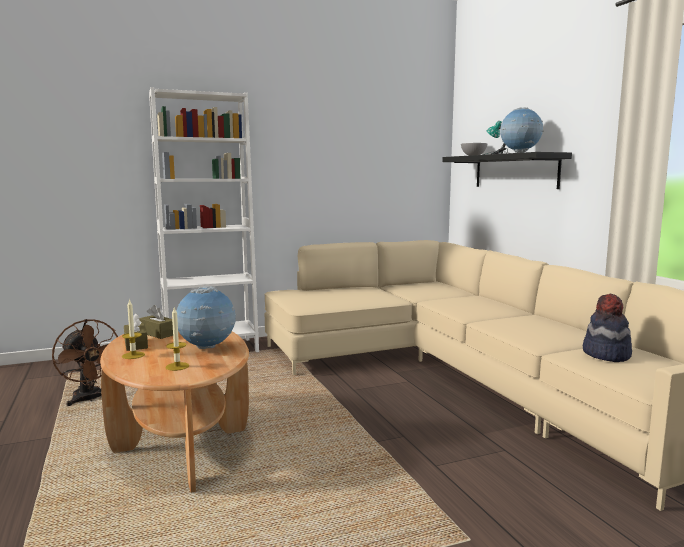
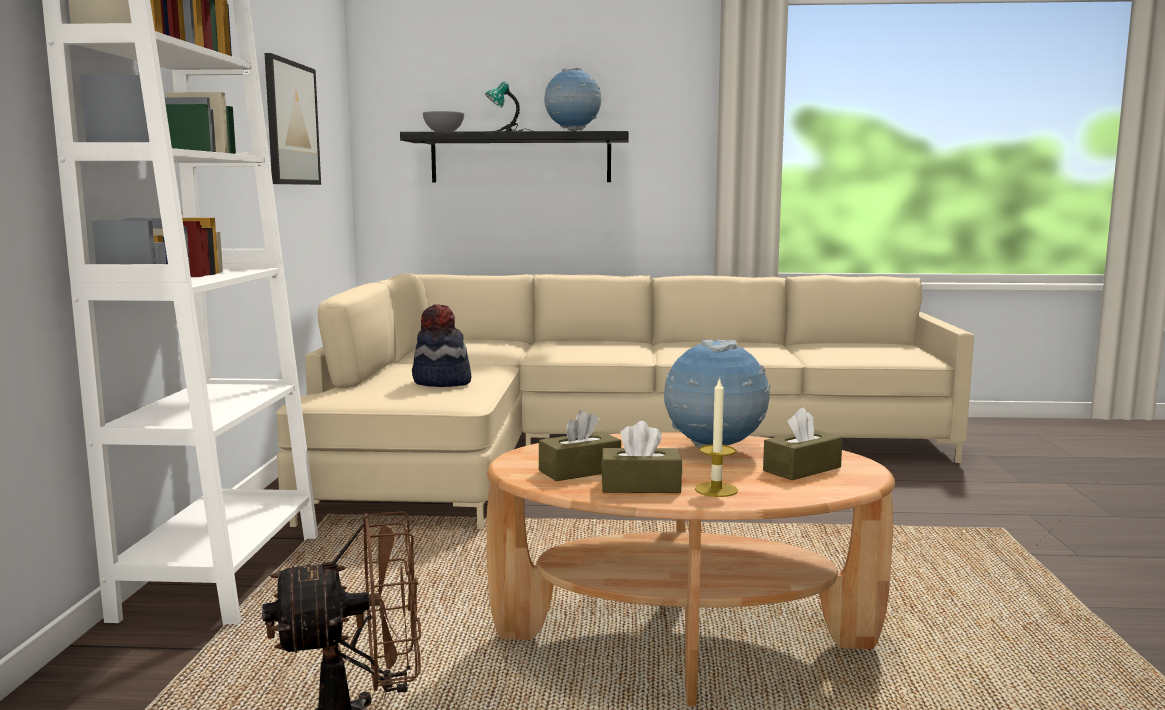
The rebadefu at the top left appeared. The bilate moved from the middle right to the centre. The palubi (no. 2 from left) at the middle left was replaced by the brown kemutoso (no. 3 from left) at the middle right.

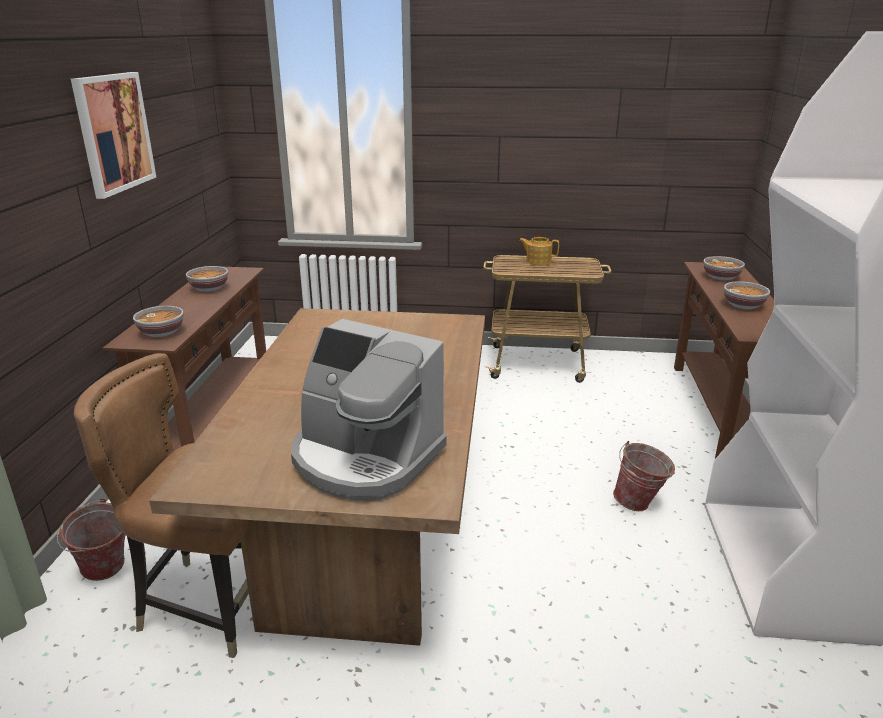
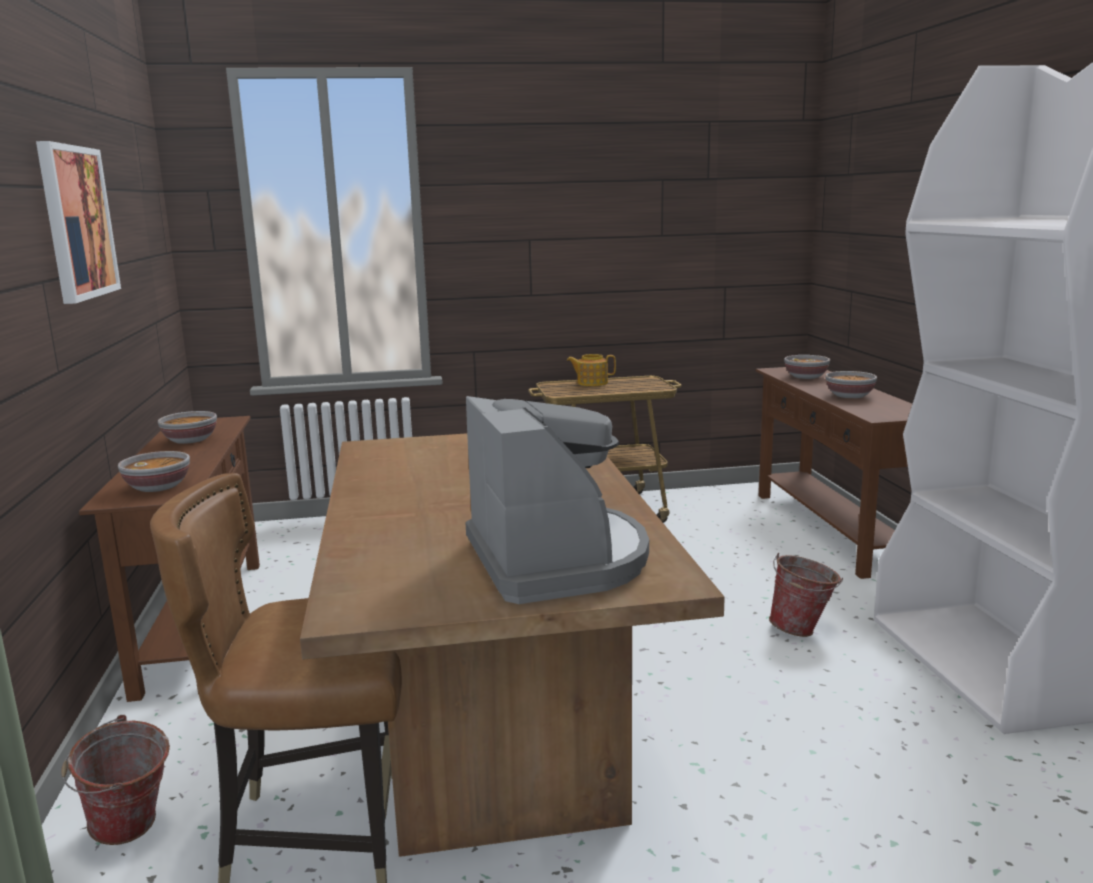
The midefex at the centre turned 120 degrees counterclockwise.

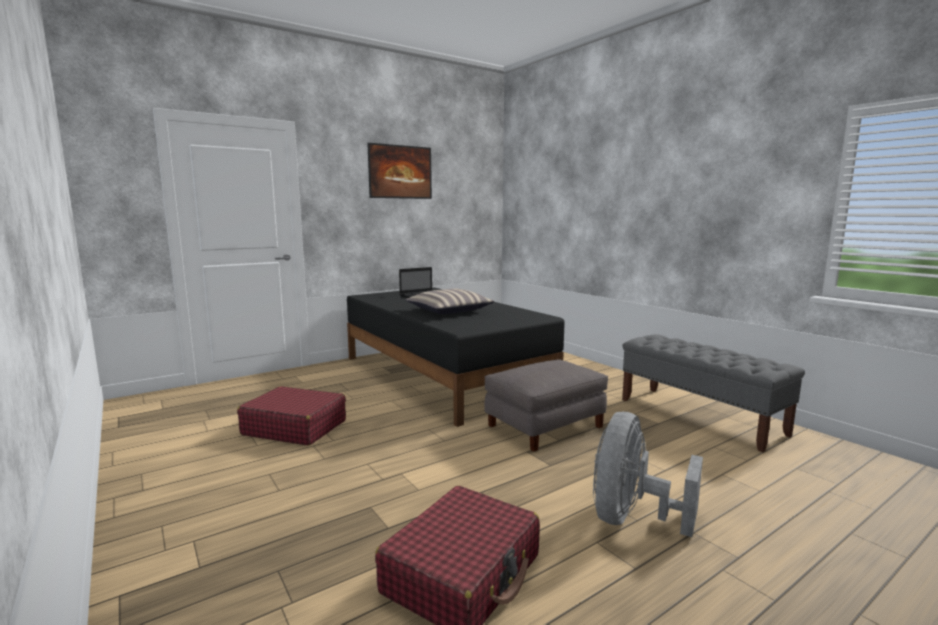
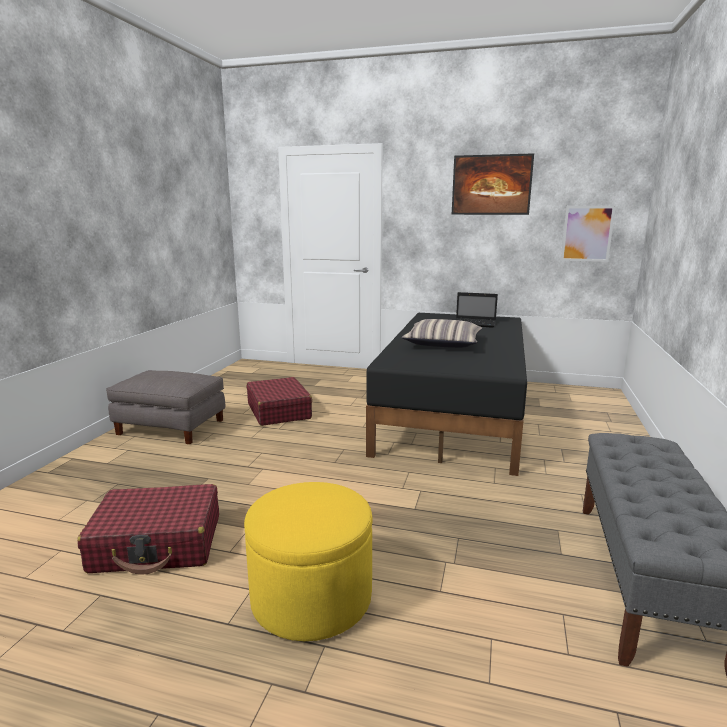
The rebadefu (no. 2 from left) at the top right appeared. The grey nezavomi moved from the centre to the middle left. The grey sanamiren at the bottom right was replaced by the yellow nezavomi at the bottom centre.

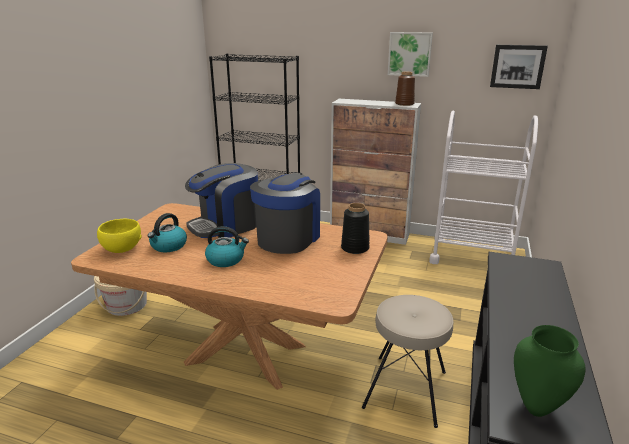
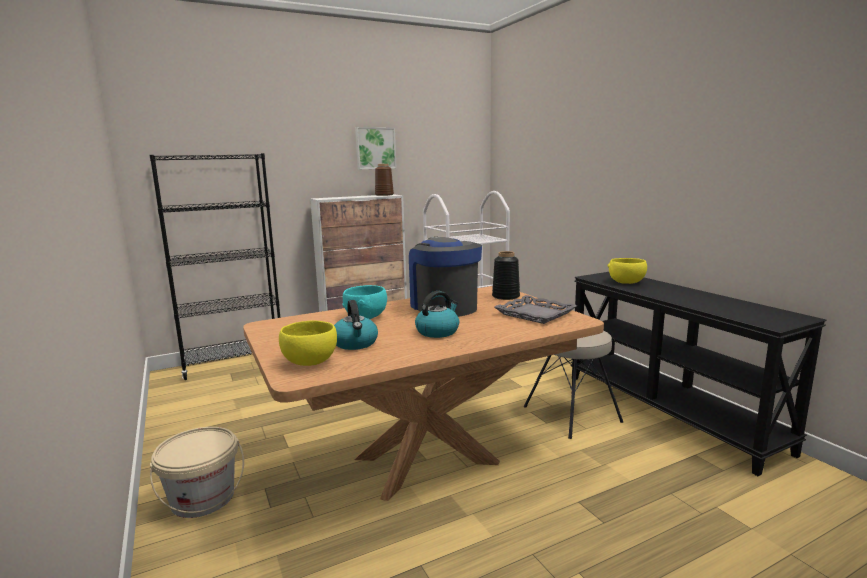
The rebadefu (no. 2 from left) at the top right disappeared. The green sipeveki at the bottom right disappeared. The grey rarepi at the centre appeared. The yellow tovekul (no. 2 from left) at the middle right appeared. The midefex (no. 1 from left) at the centre was replaced by the turquoise tovekul at the centre.

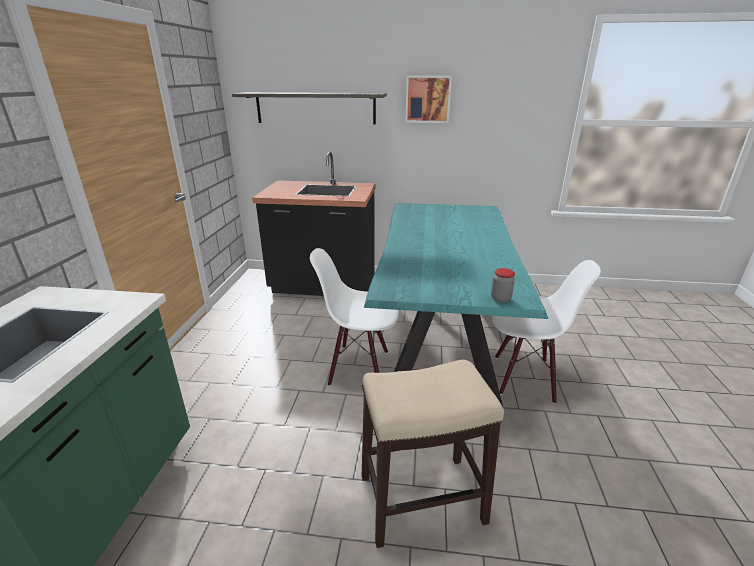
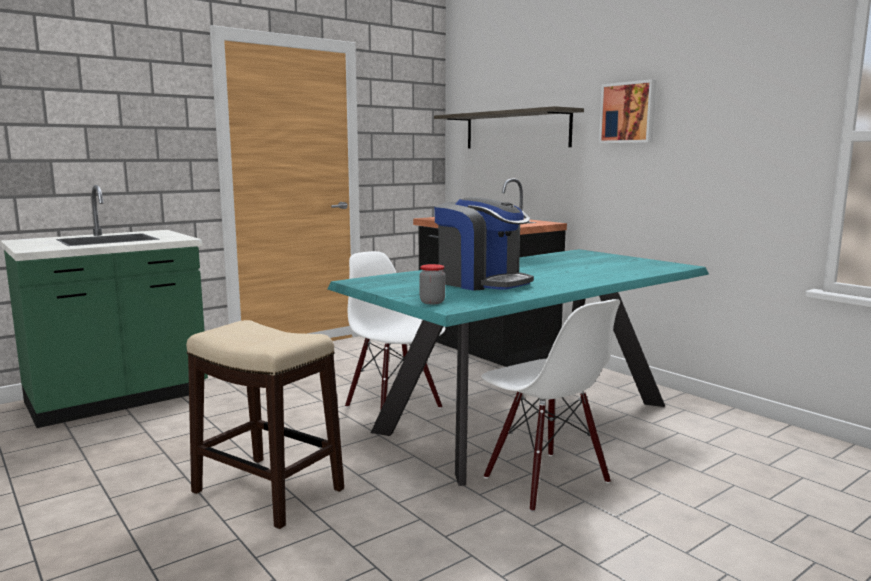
The midefex at the centre appeared.

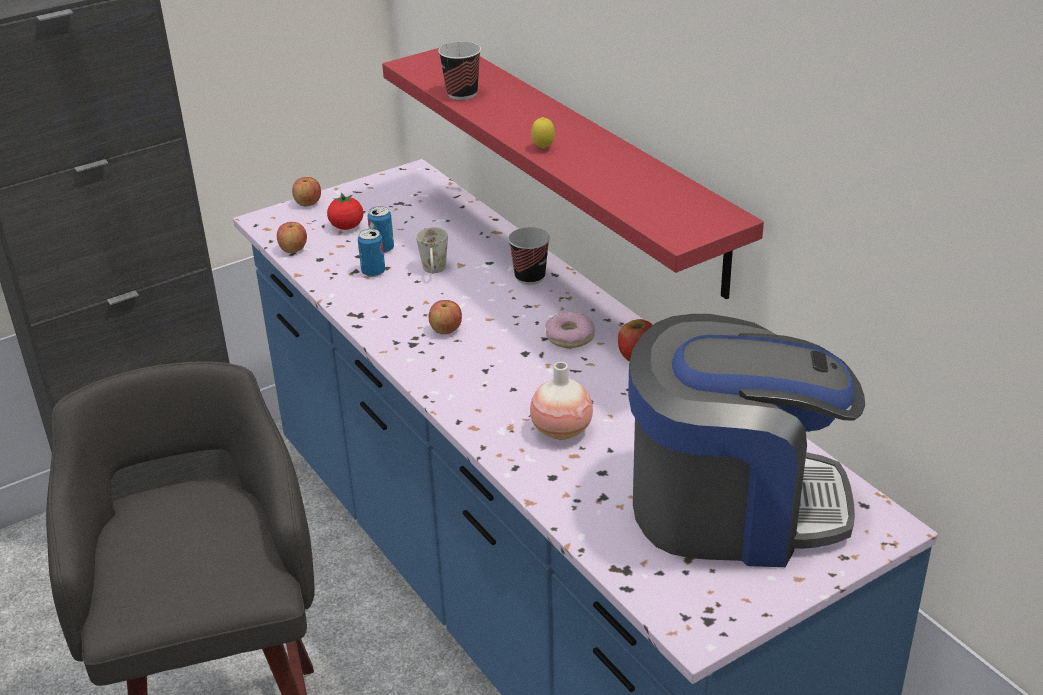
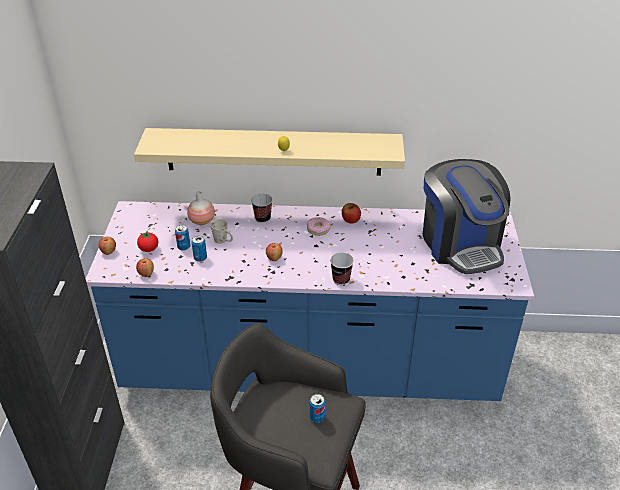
The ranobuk (no. 3 from left) at the bottom centre appeared. The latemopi (no. 1 from left in the first image) moved from the top centre to the centre. The sipeveki moved from the centre to the middle left. The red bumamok at the top centre became the beige bumamok at the top centre. The midefex at the middle right turned 120 degrees clockwise.

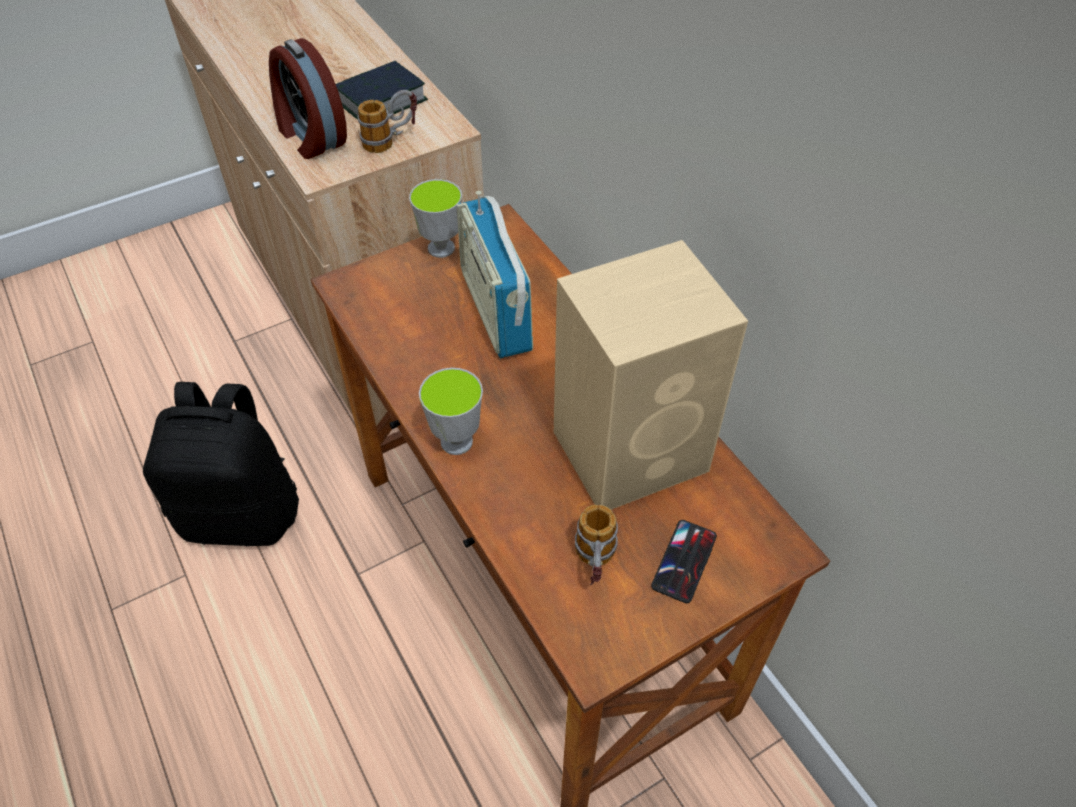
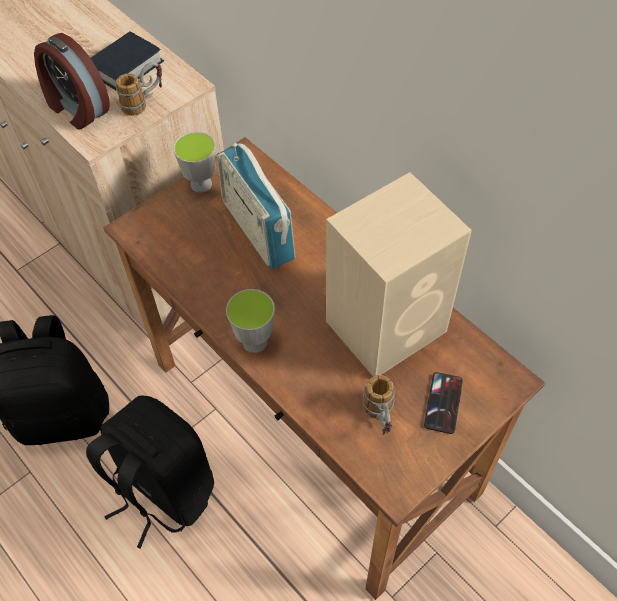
The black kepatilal (no. 2 from left) at the bottom left appeared.

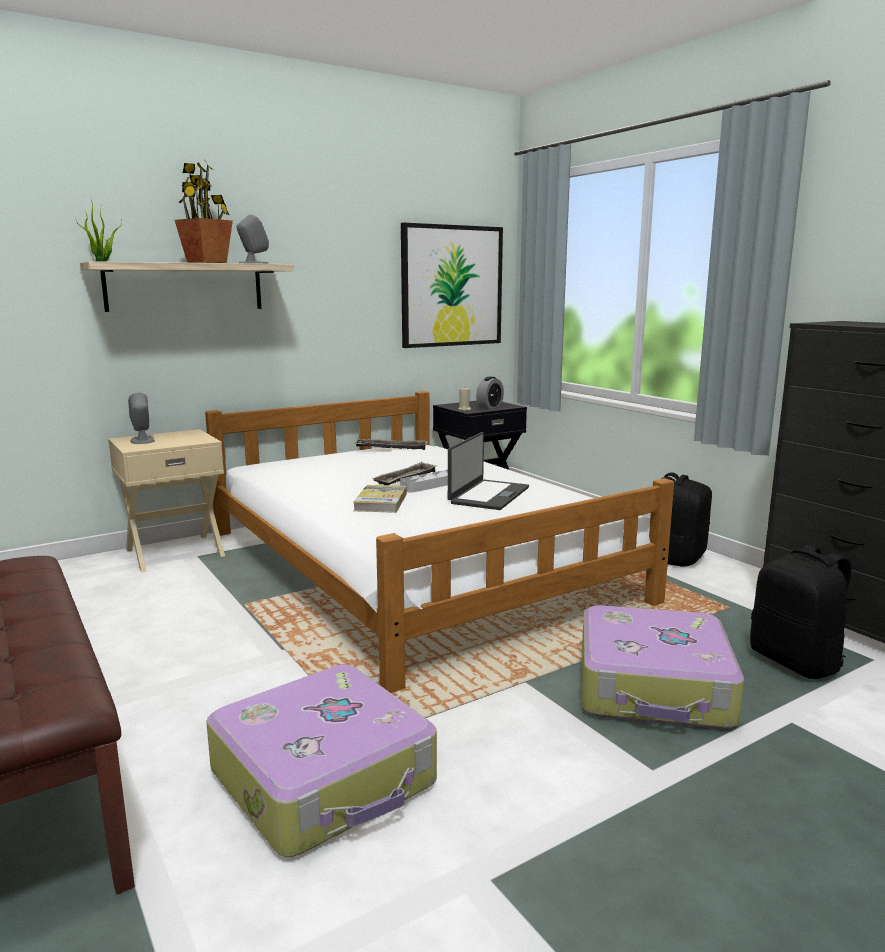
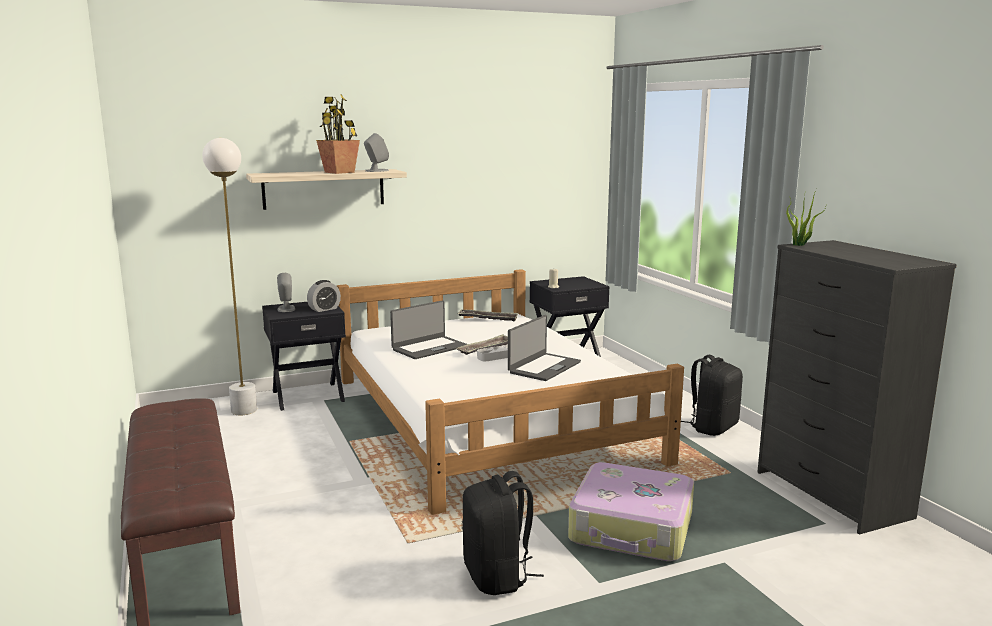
The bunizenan (no. 1 from left) at the bottom centre disappeared. The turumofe at the centre disappeared. The rebadefu at the top centre disappeared. The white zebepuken at the middle left appeared. The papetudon (no. 1 from left) at the centre appeared. The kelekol (no. 1 from left in the first image) moved from the top left to the middle right. The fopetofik moved from the centre to the middle left. The black kepatilal (no. 2 from left in the first image) moved from the middle right to the bottom centre. The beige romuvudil at the middle left became the black romuvudil (no. 1 from left) at the middle left.

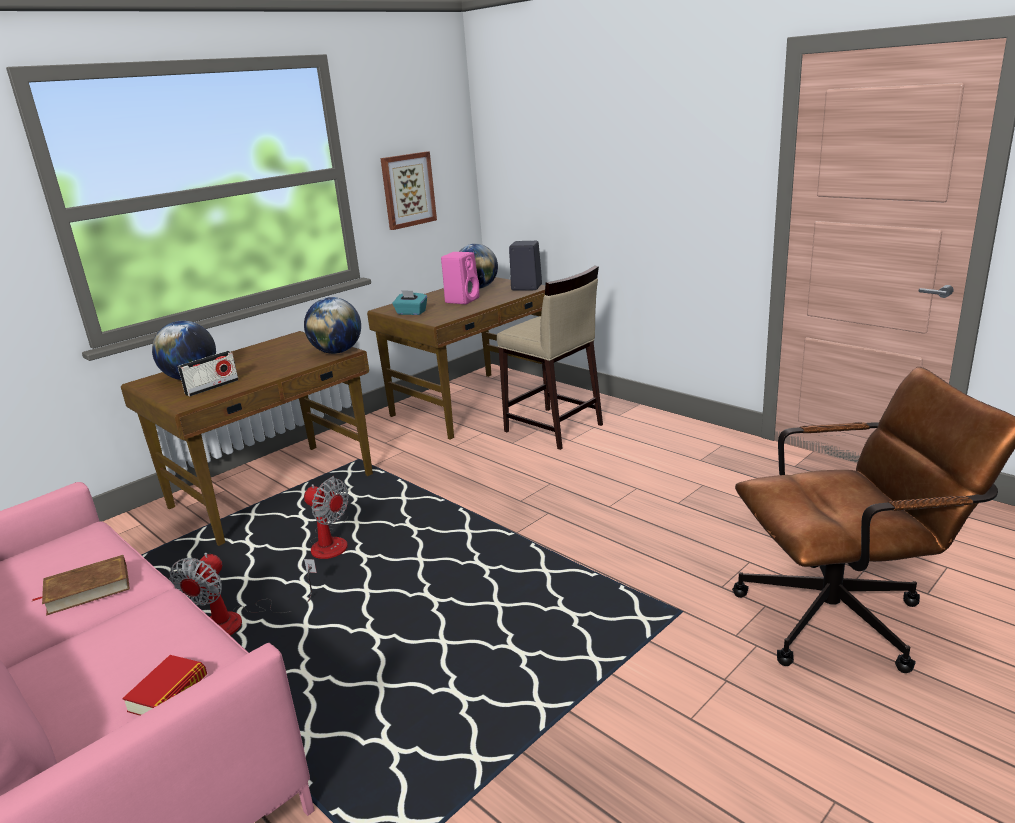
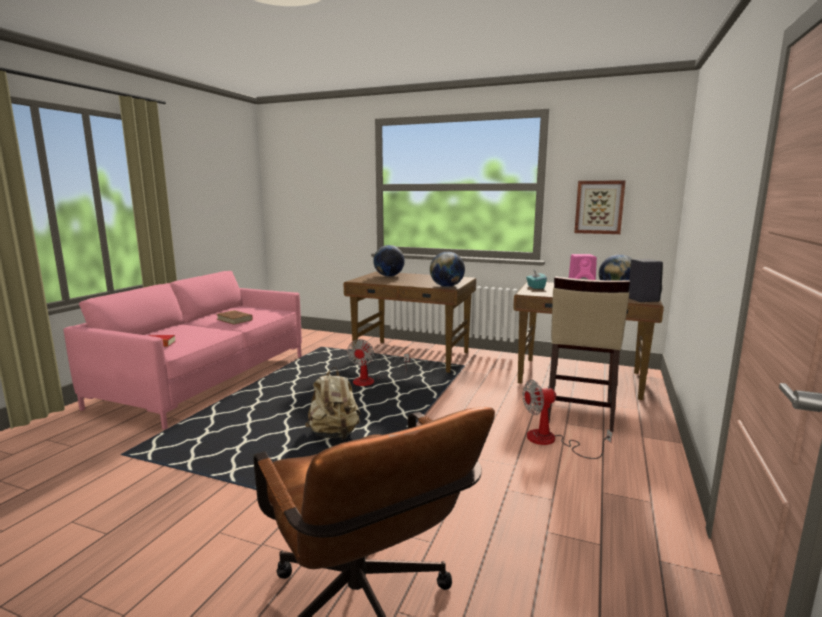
The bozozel at the middle left disappeared. The beige kepatilal at the centre appeared. The sanamiren (no. 1 from left in the first image) moved from the bottom left to the bottom right.

